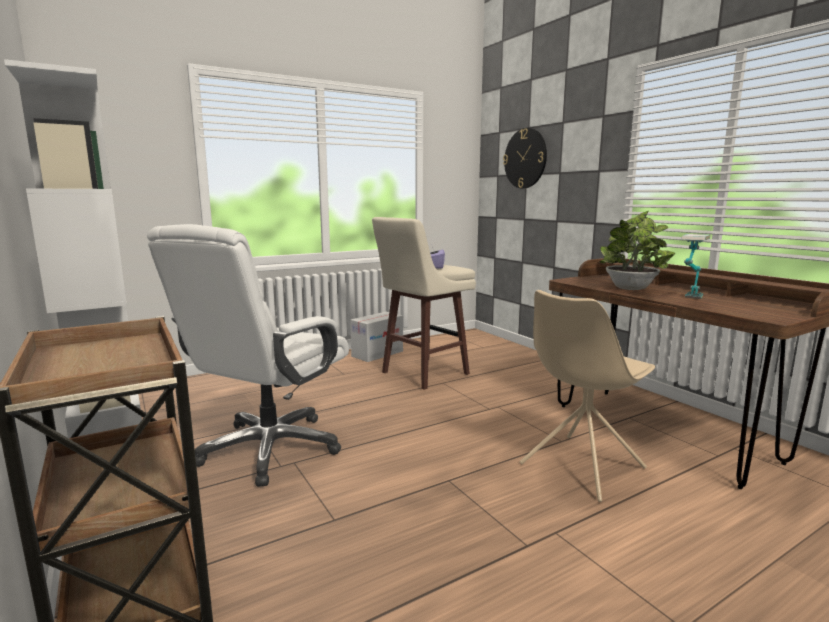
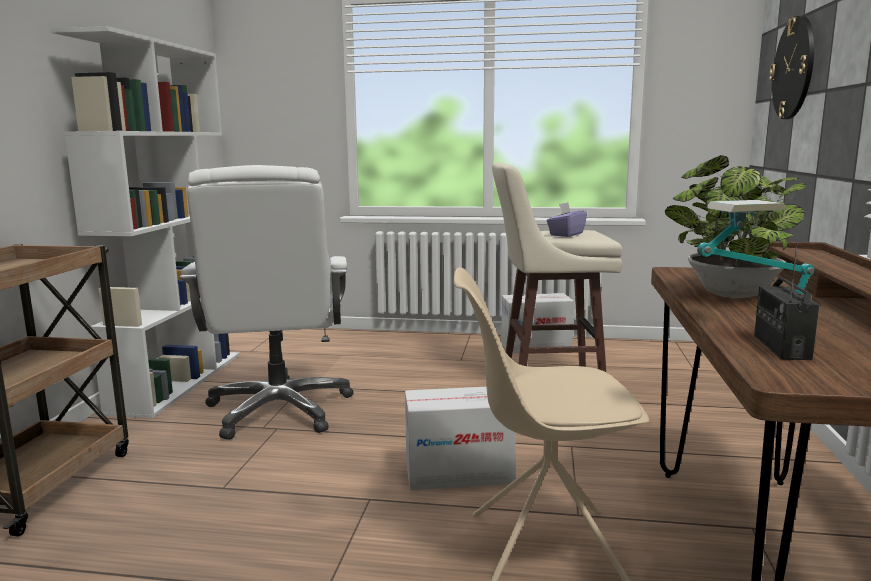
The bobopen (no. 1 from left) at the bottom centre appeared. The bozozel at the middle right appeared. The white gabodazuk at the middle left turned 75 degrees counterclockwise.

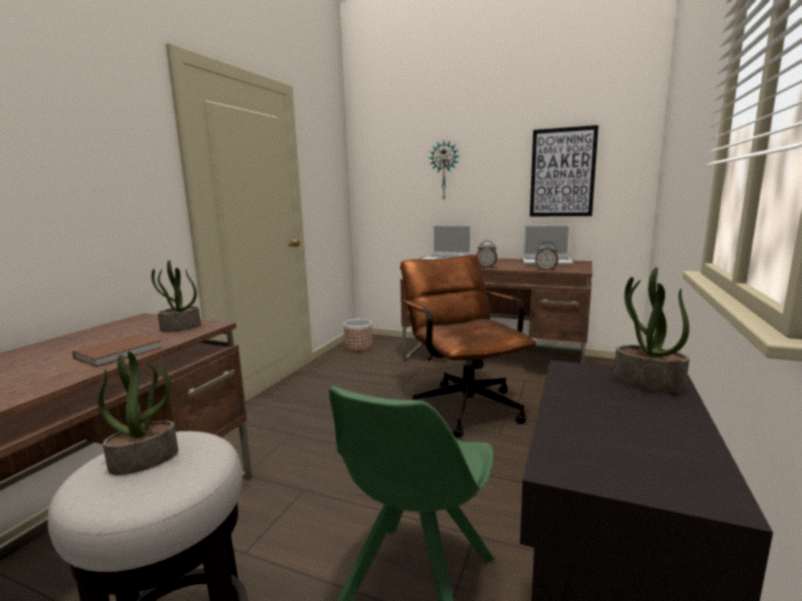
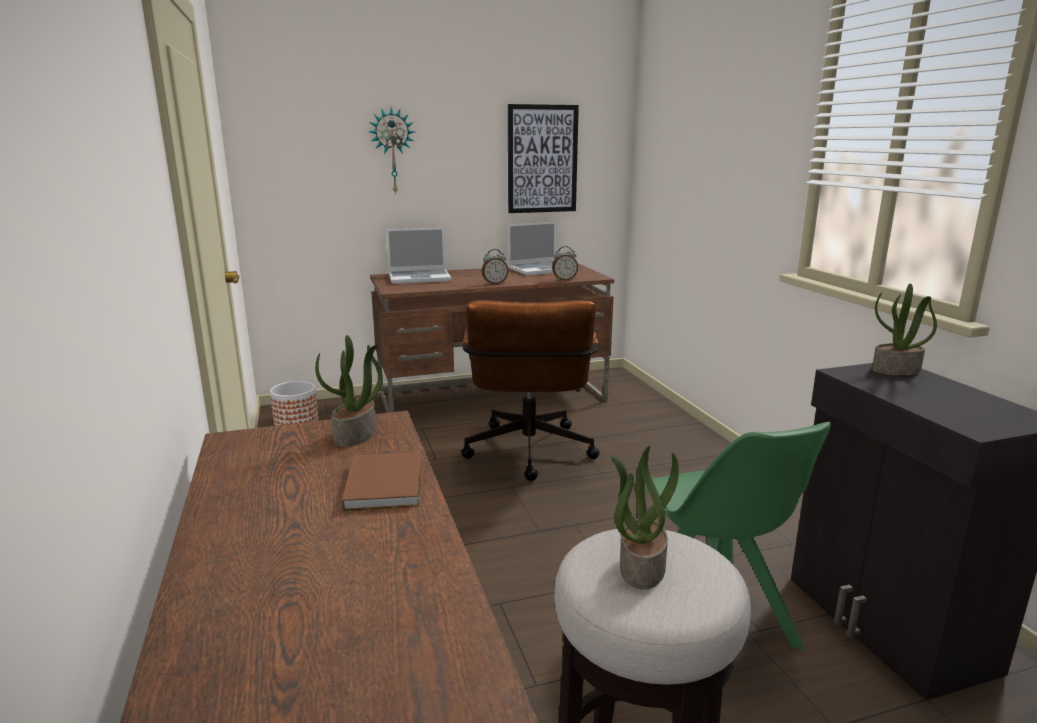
The brown gabodazuk at the centre turned 120 degrees counterclockwise.

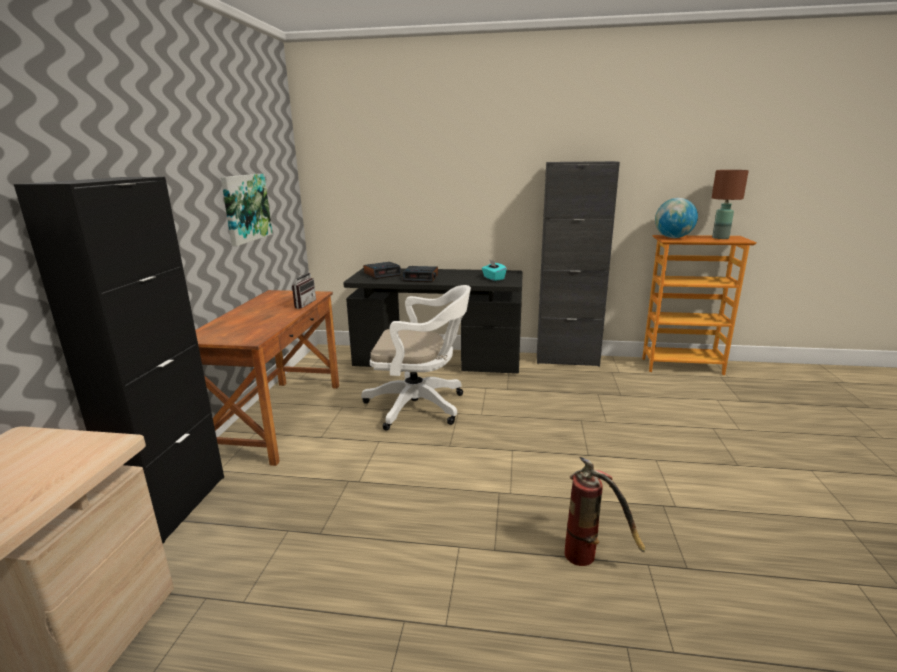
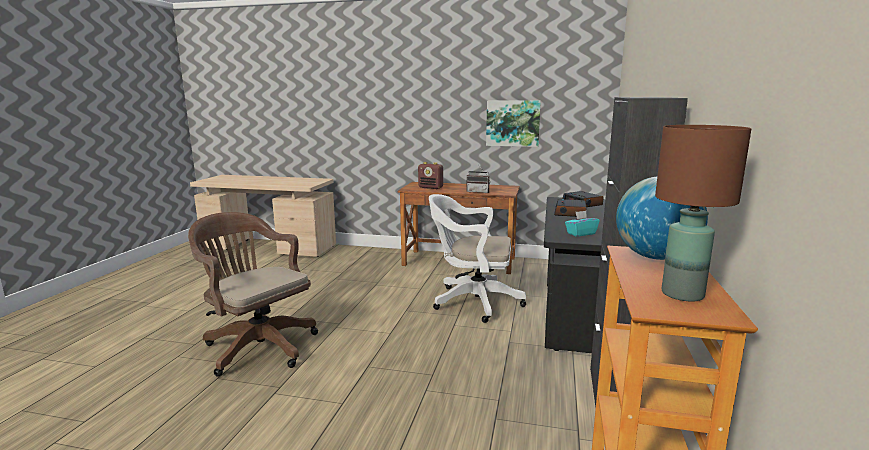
The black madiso (no. 1 from left) at the middle left disappeared. The bozozel (no. 1 from left) at the centre appeared. The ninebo at the bottom right was replaced by the brown gabodazuk at the middle left. The white gabodazuk at the centre turned 90 degrees clockwise.

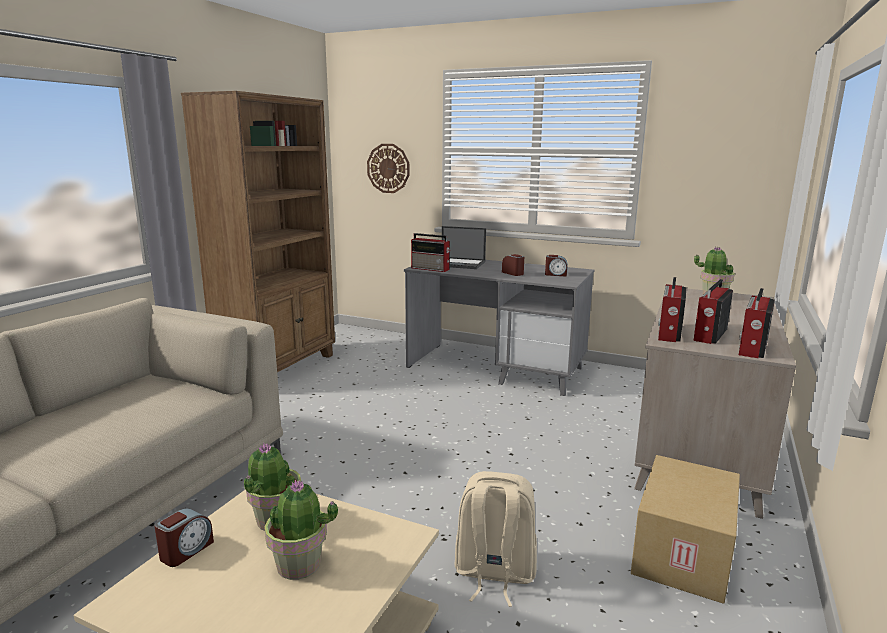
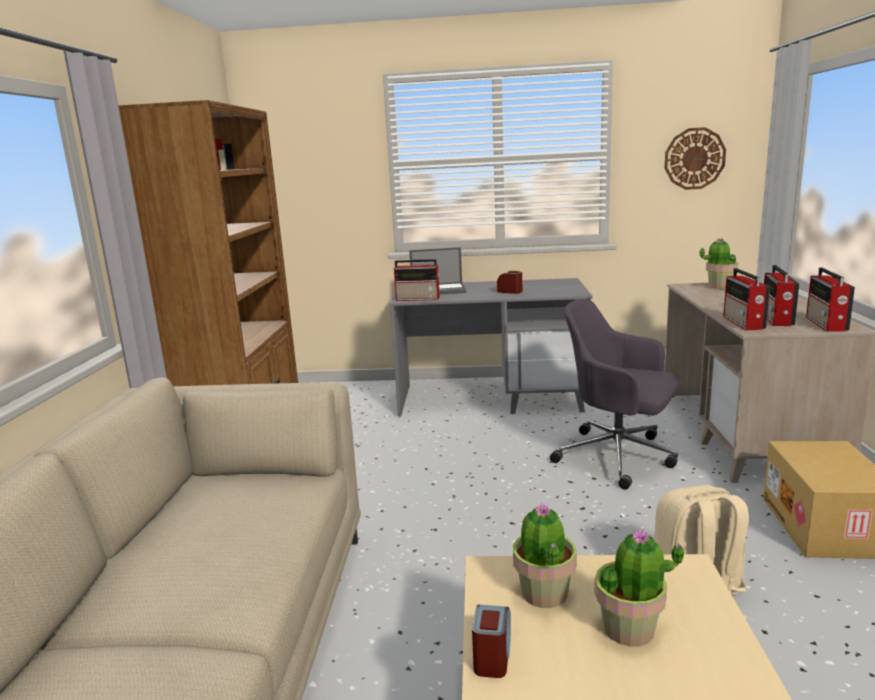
The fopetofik (no. 3 from left) at the centre disappeared. The grey gabodazuk at the middle right appeared. The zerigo moved from the top centre to the top right.

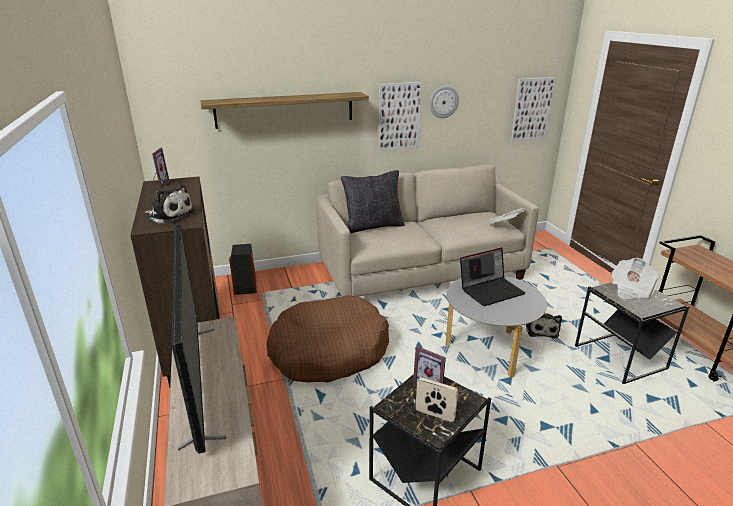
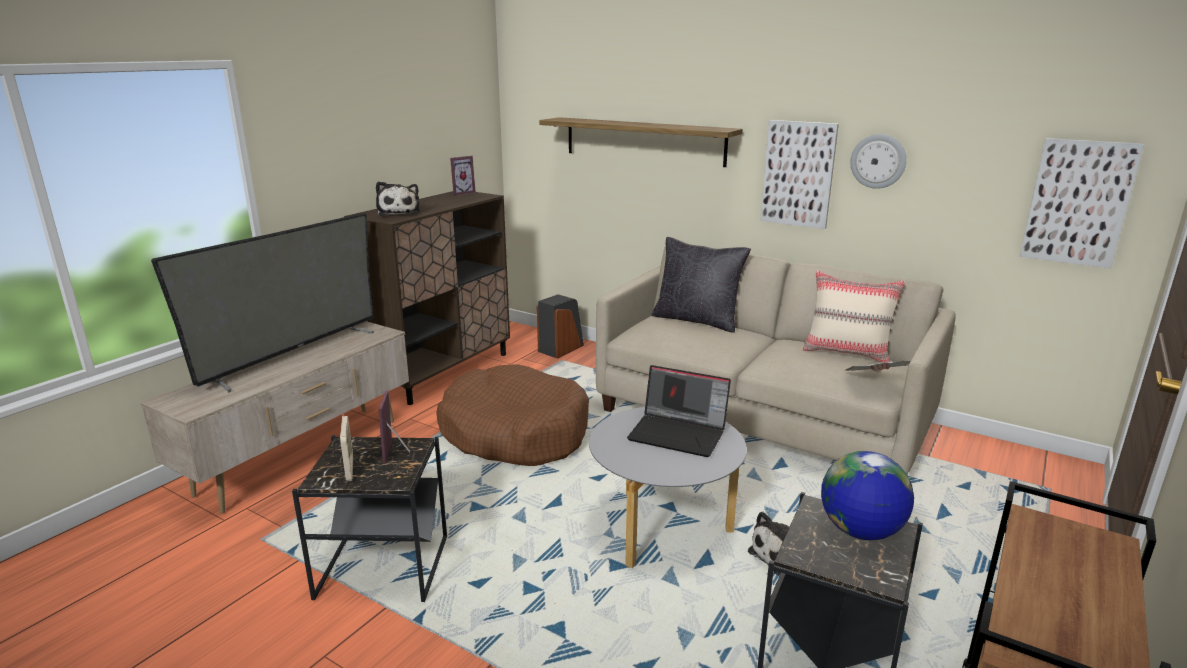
The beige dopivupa at the middle right appeared. The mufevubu (no. 2 from left) at the middle right was replaced by the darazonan at the bottom right.

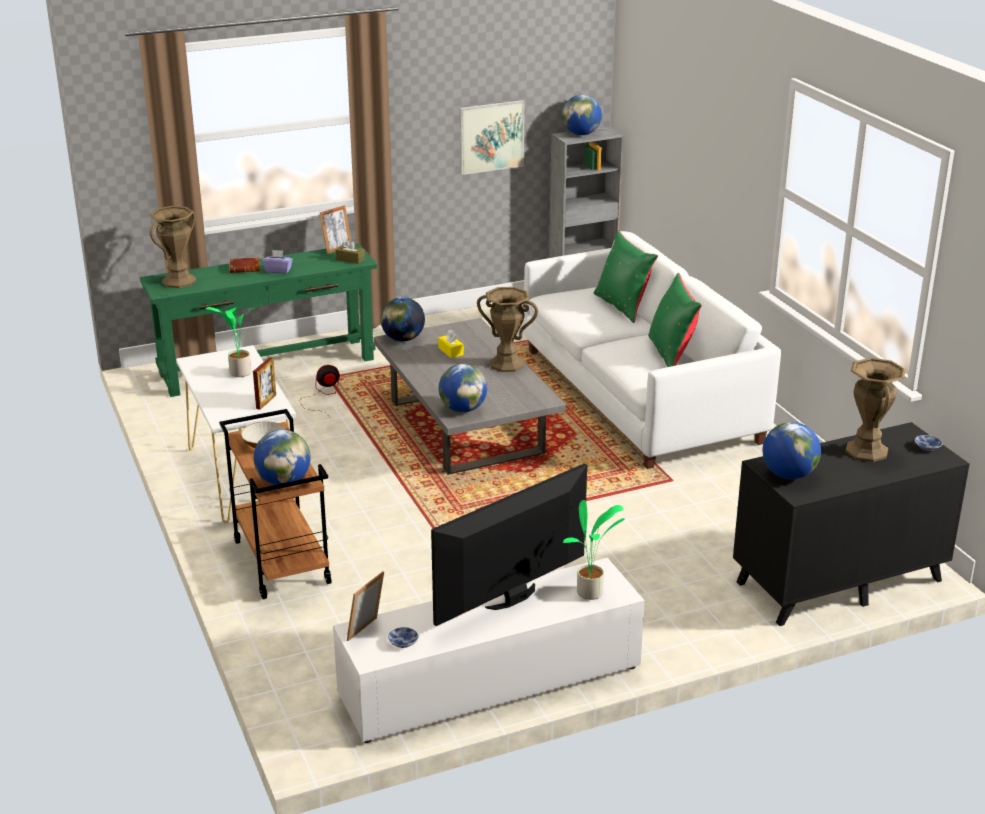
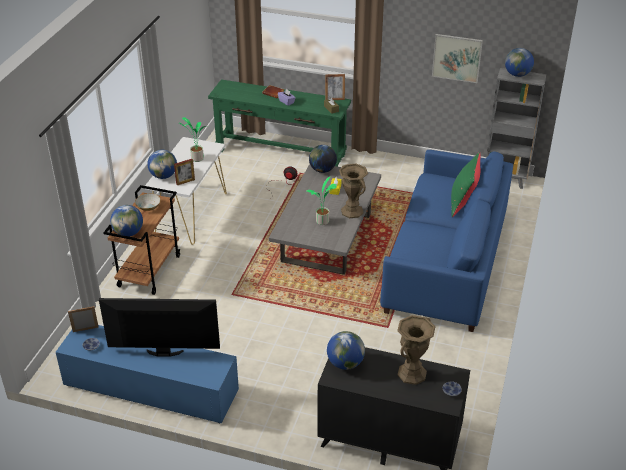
The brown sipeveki (no. 1 from left) at the top left disappeared. The green dopivupa (no. 2 from left) at the middle right disappeared. The darazonan (no. 3 from left in the first image) moved from the centre to the middle left. The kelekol (no. 2 from left) moved from the bottom centre to the centre. The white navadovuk at the bottom centre became the blue navadovuk at the bottom left. The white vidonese at the centre became the blue vidonese at the middle right.

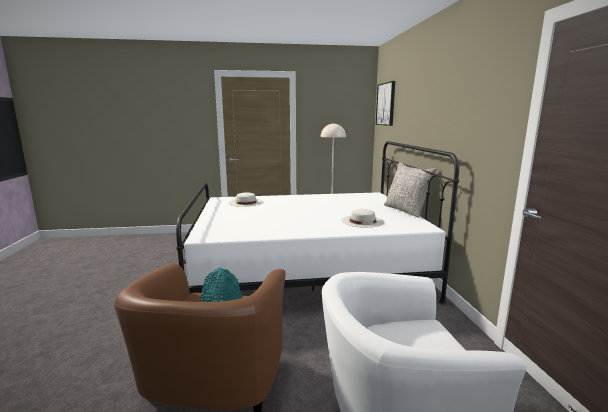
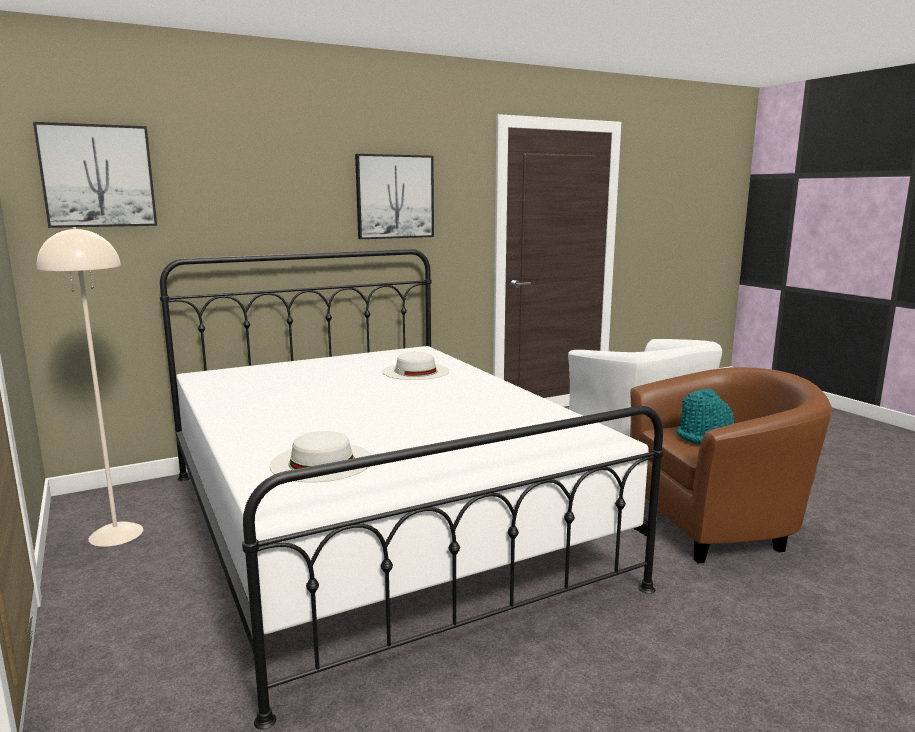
The grey dopivupa at the middle right disappeared. The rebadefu (no. 2 from left) at the top centre appeared.

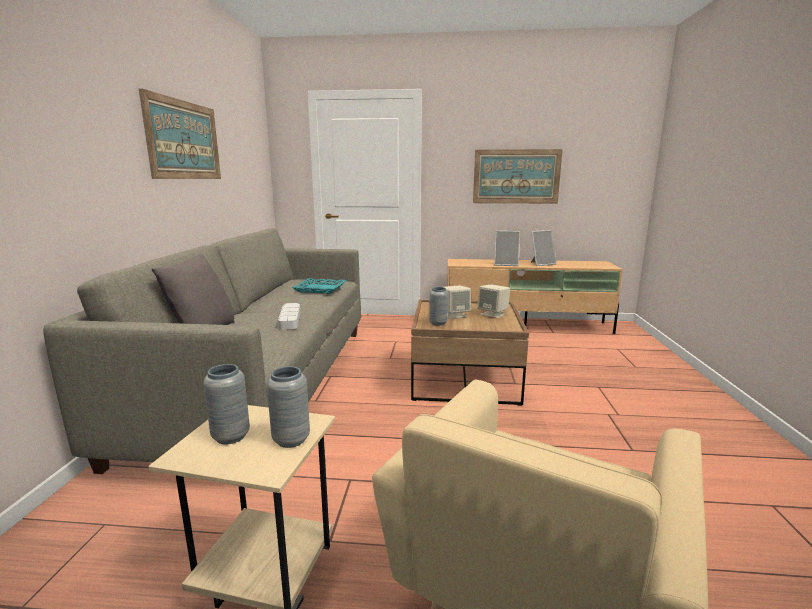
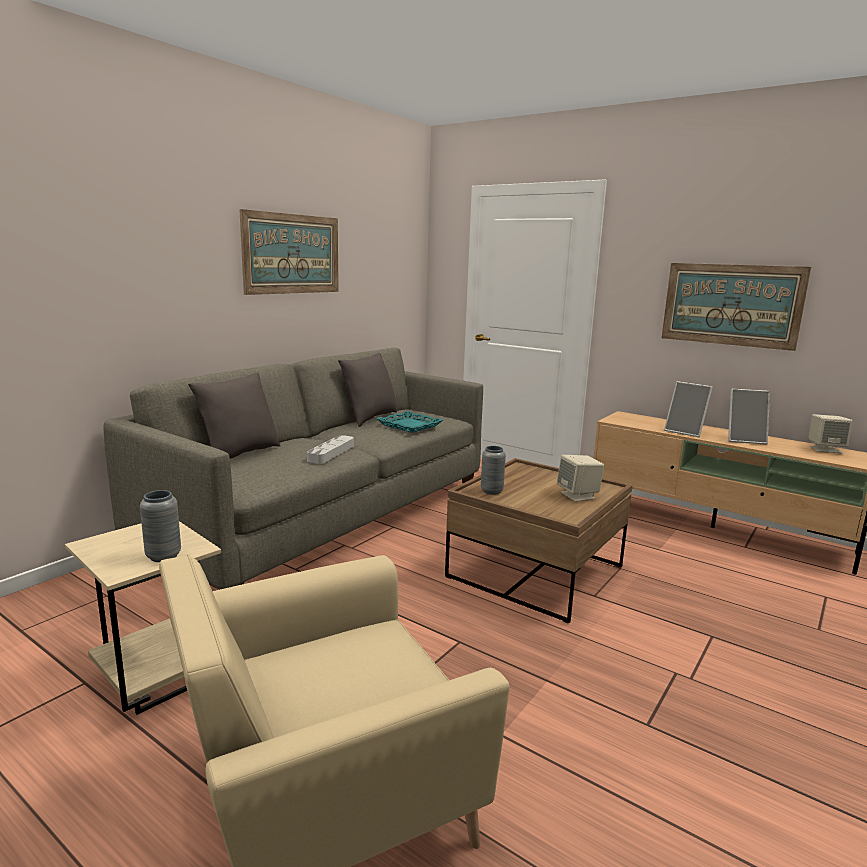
The grey sipeveki (no. 1 from left) at the middle left disappeared. The grey dopivupa (no. 2 from left) at the centre appeared. The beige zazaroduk (no. 1 from left in the first image) moved from the centre to the middle right.

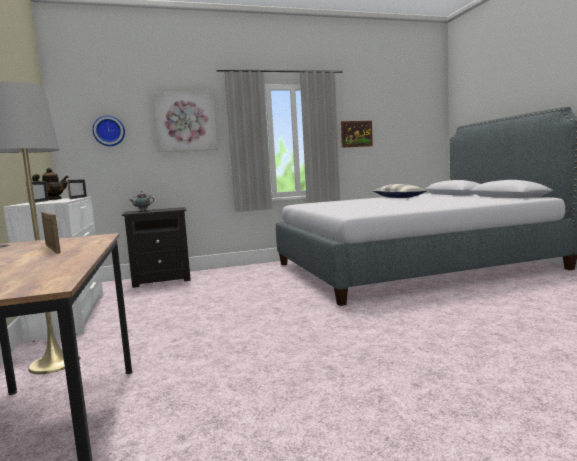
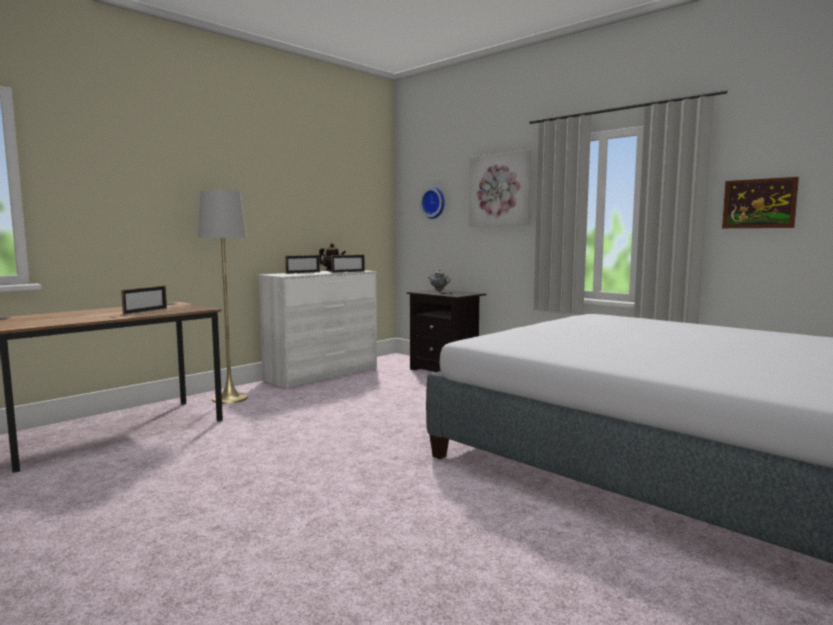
The dopivupa at the middle right disappeared.

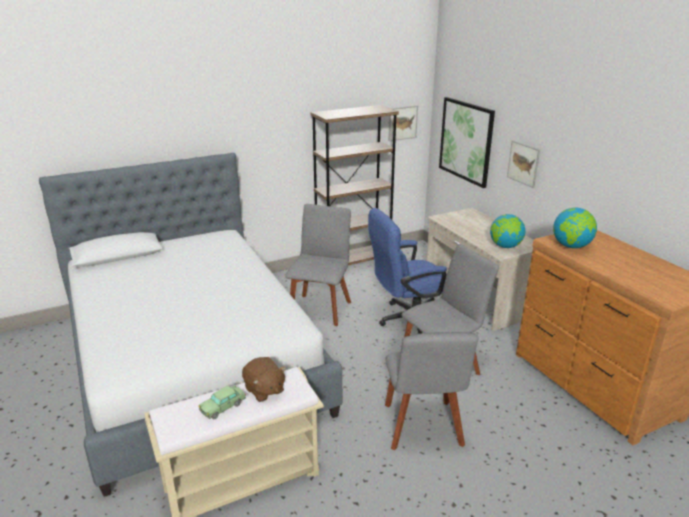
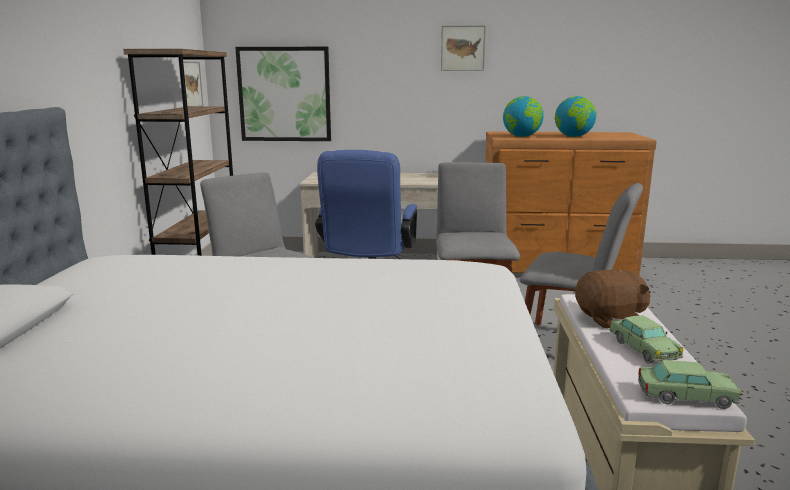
The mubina (no. 2 from left) at the bottom right appeared. The darazonan (no. 1 from left in the first image) moved from the middle right to the top right. The rebadefu (no. 3 from left) moved from the top right to the top centre.

